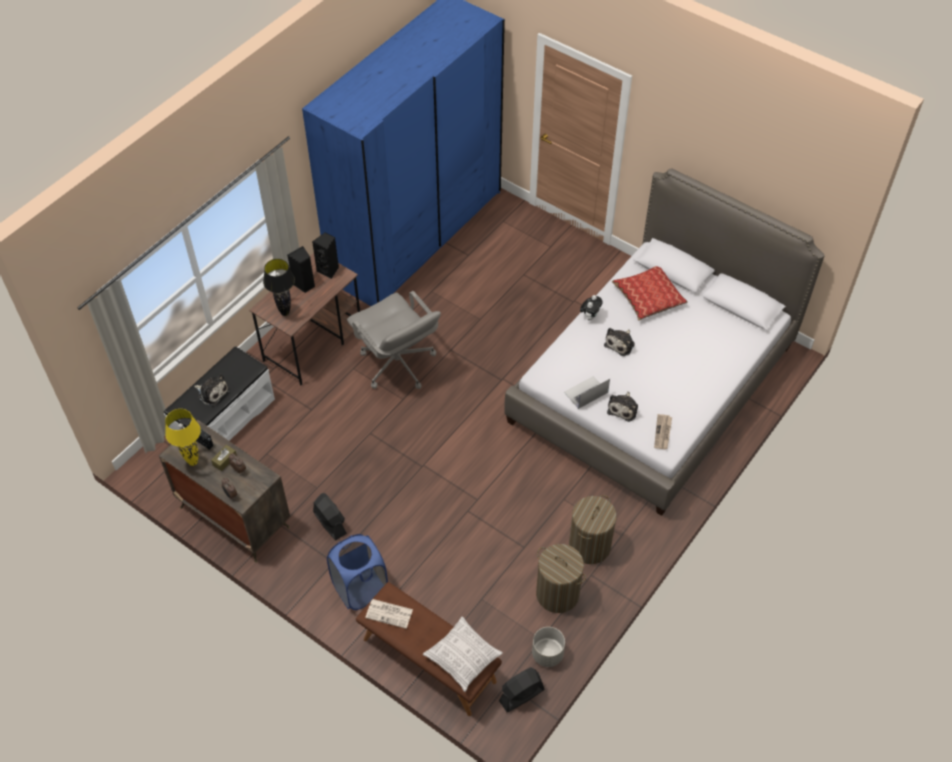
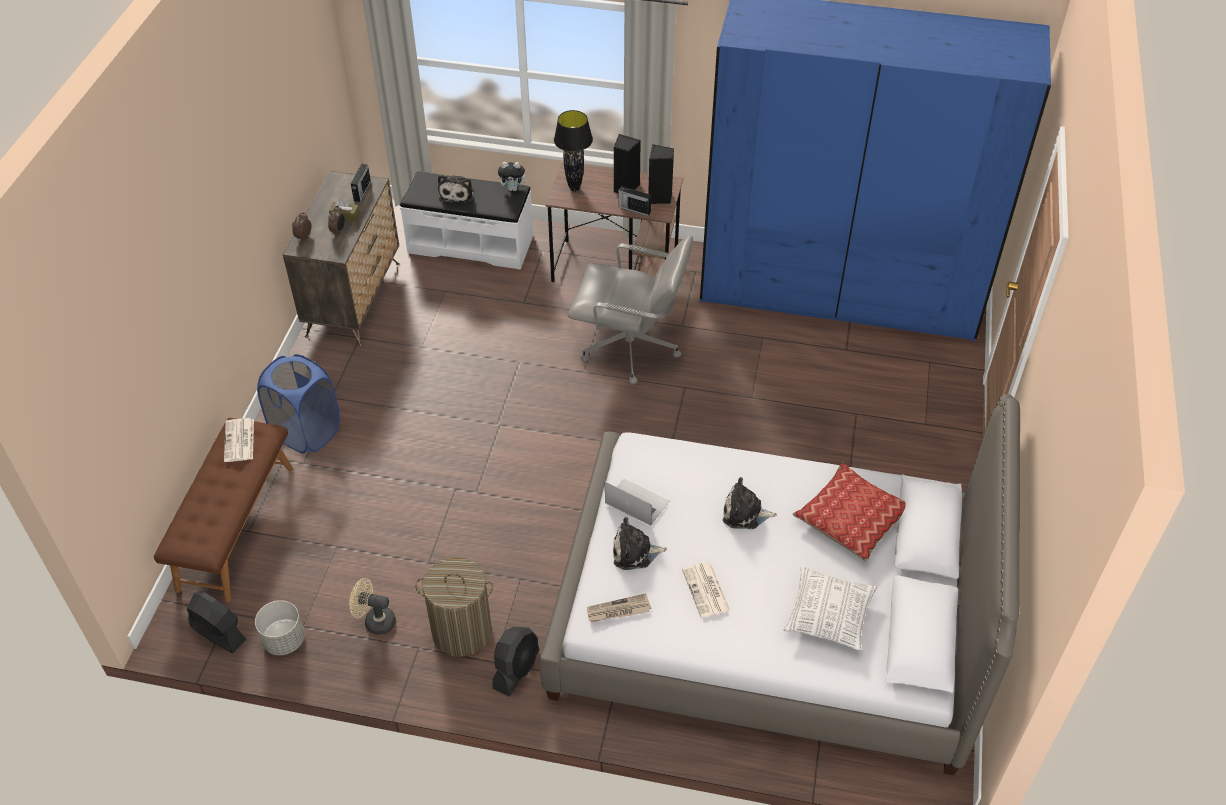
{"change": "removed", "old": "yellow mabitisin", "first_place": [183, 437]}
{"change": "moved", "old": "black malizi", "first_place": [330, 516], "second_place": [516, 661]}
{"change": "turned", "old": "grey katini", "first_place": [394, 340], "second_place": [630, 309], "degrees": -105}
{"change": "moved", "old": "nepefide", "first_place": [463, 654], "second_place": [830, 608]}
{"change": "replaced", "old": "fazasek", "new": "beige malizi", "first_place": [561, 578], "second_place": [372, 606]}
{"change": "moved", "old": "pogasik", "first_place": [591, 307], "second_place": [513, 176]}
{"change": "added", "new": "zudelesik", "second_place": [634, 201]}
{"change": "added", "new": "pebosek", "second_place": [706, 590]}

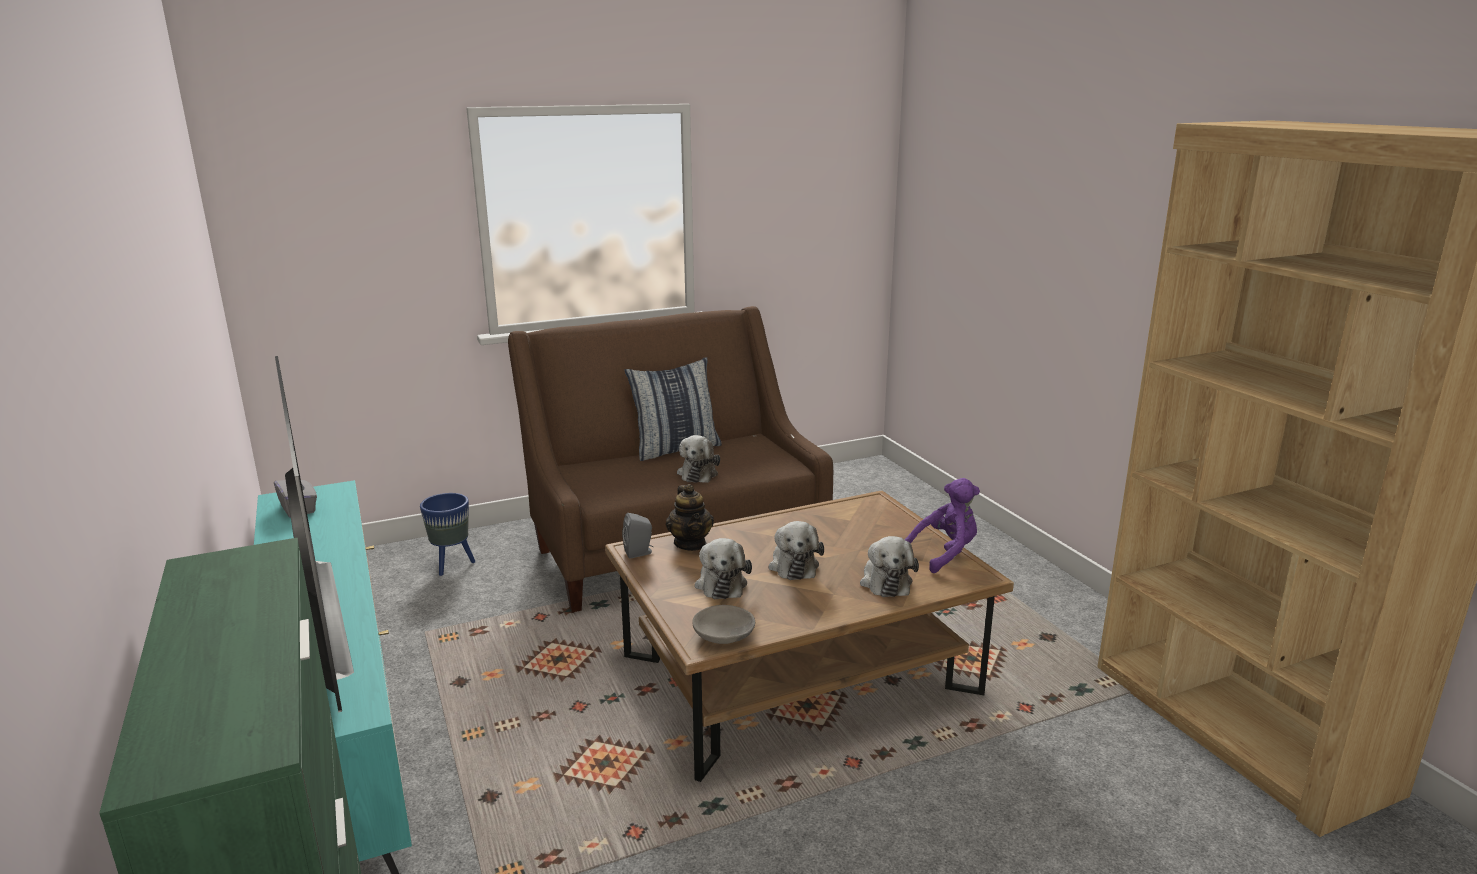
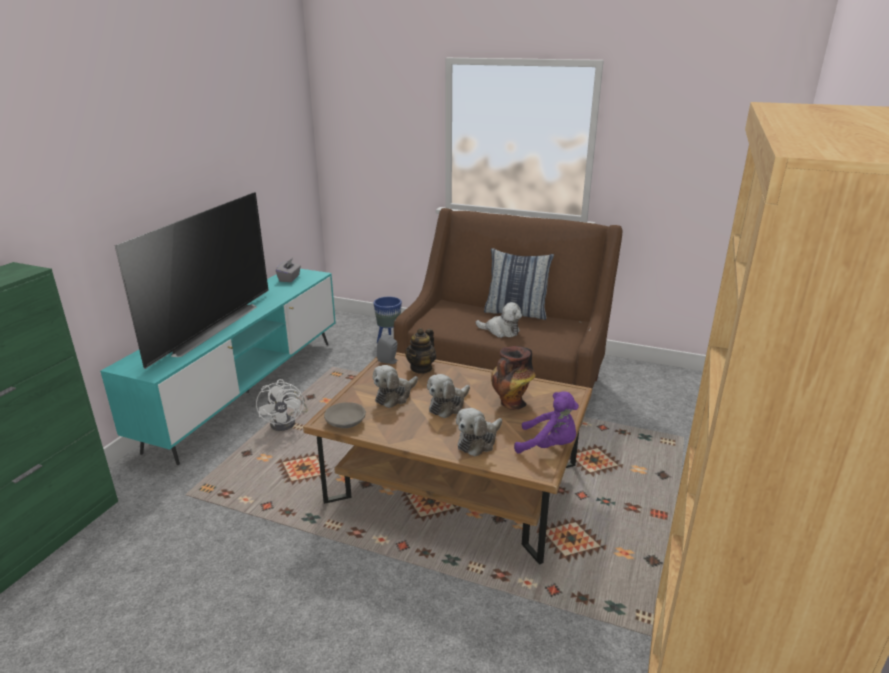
{"change": "turned", "old": "pogasik", "first_place": [698, 459], "second_place": [499, 320], "degrees": -120}
{"change": "added", "new": "white malizi", "second_place": [282, 405]}
{"change": "added", "new": "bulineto", "second_place": [513, 378]}

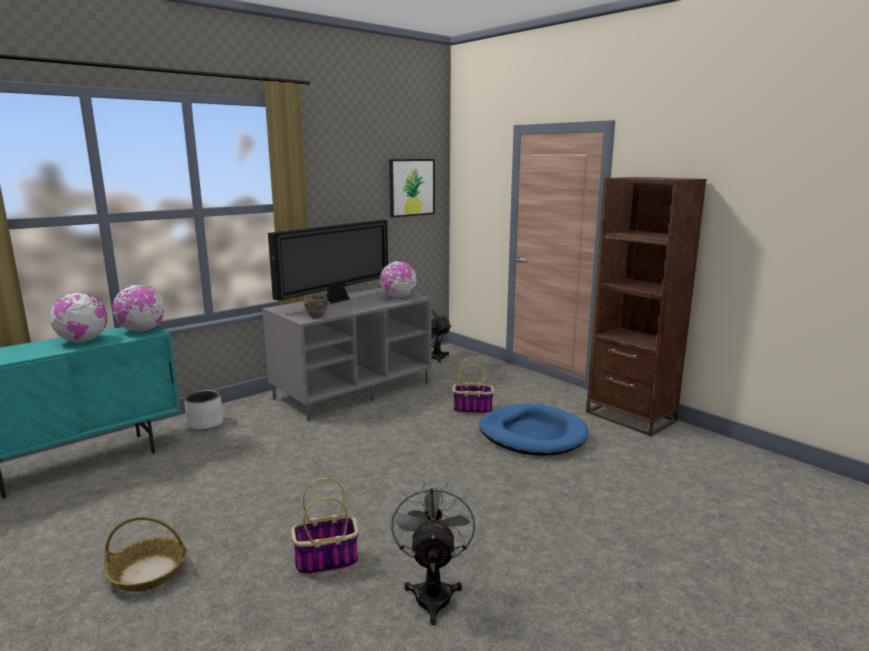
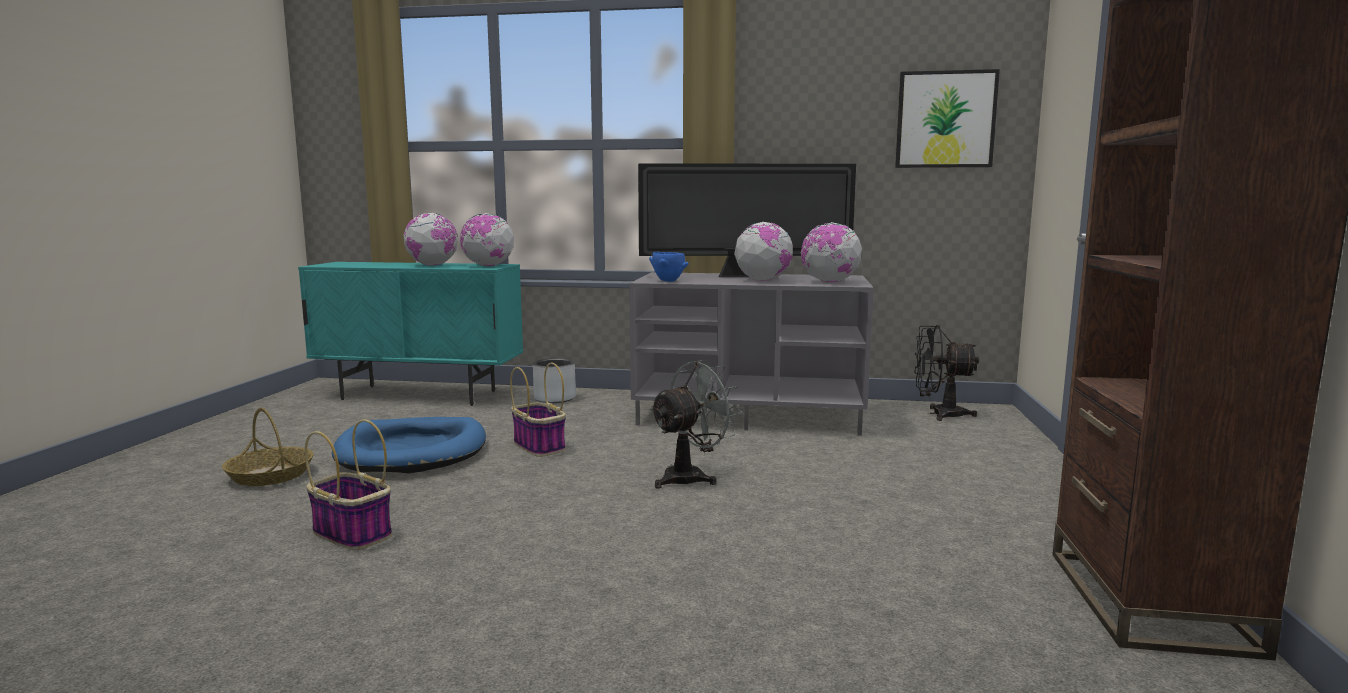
{"change": "recoloured", "old": "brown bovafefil", "new": "blue bovafefil", "first_place": [317, 306], "second_place": [669, 267]}
{"change": "moved", "old": "grey malizi", "first_place": [433, 553], "second_place": [696, 424]}
{"change": "moved", "old": "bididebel", "first_place": [473, 385], "second_place": [538, 410]}
{"change": "moved", "old": "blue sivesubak", "first_place": [533, 429], "second_place": [409, 445]}
{"change": "added", "new": "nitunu", "second_place": [763, 251]}

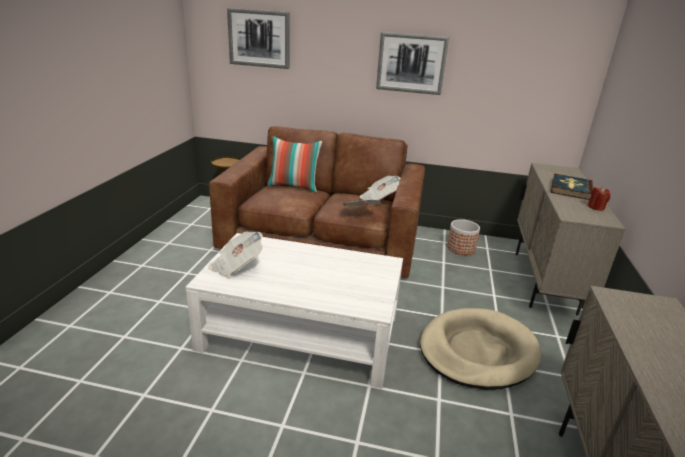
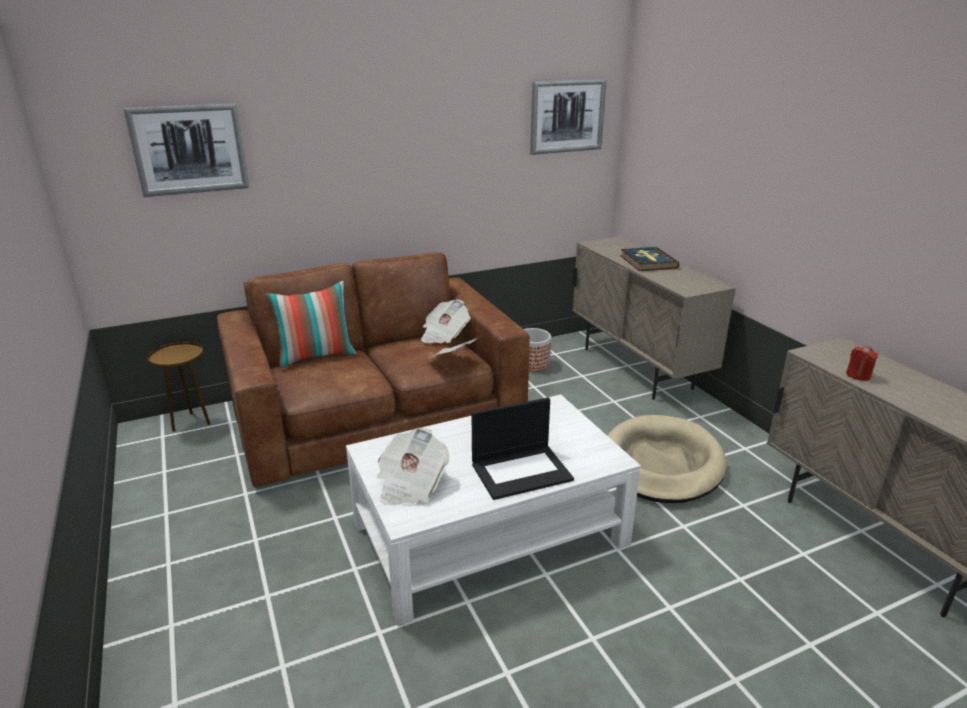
{"change": "moved", "old": "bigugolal", "first_place": [412, 63], "second_place": [568, 117]}
{"change": "moved", "old": "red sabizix", "first_place": [599, 199], "second_place": [862, 363]}
{"change": "added", "new": "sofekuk", "second_place": [523, 448]}

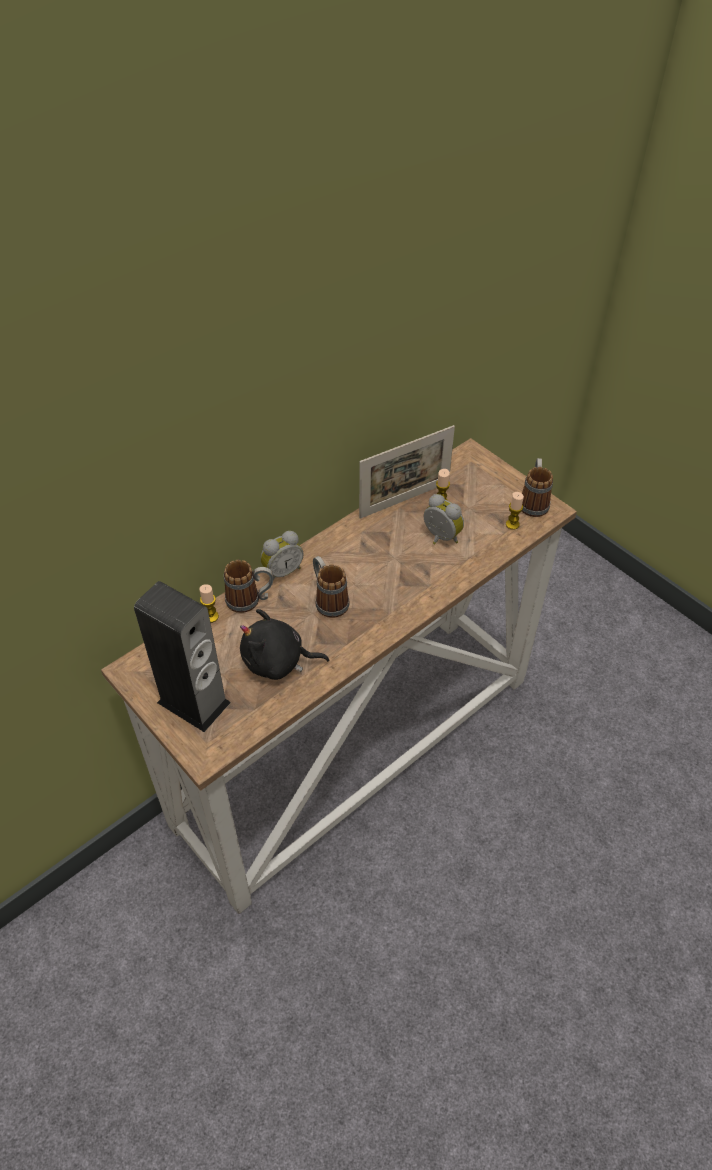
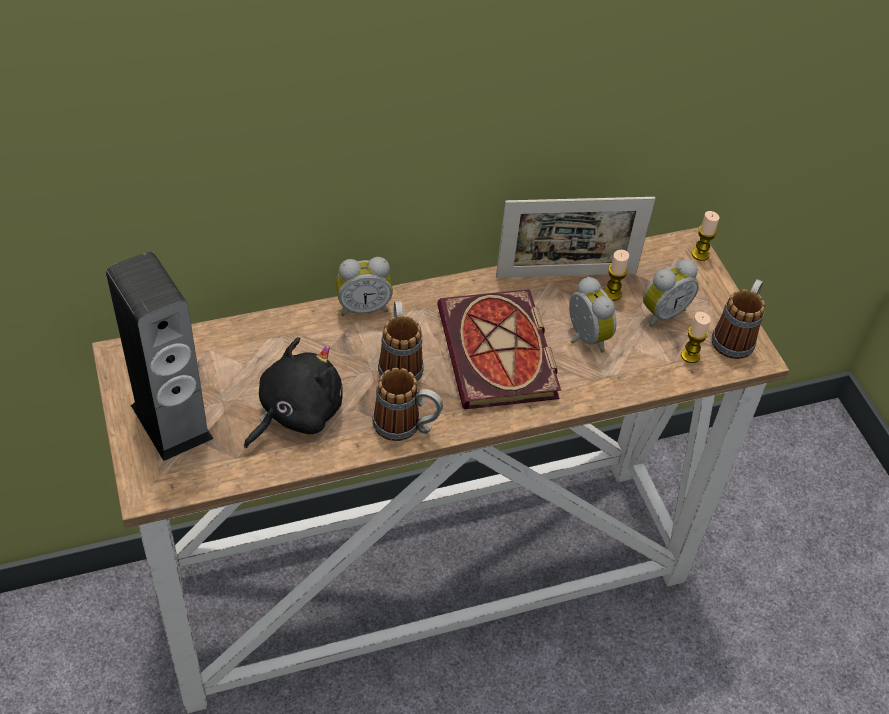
{"change": "moved", "old": "sabizix", "first_place": [209, 603], "second_place": [706, 236]}
{"change": "moved", "old": "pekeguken", "first_place": [248, 586], "second_place": [408, 404]}
{"change": "turned", "old": "black pogasik", "first_place": [284, 644], "second_place": [293, 393], "degrees": 105}
{"change": "added", "new": "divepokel", "second_place": [499, 349]}
{"change": "added", "new": "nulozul", "second_place": [671, 293]}

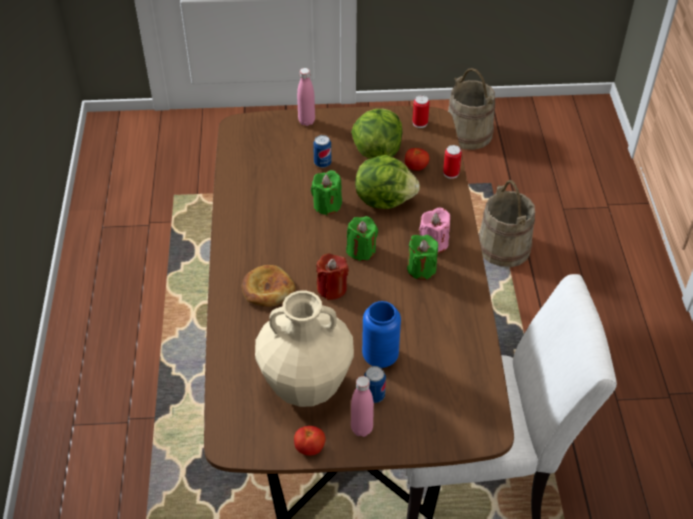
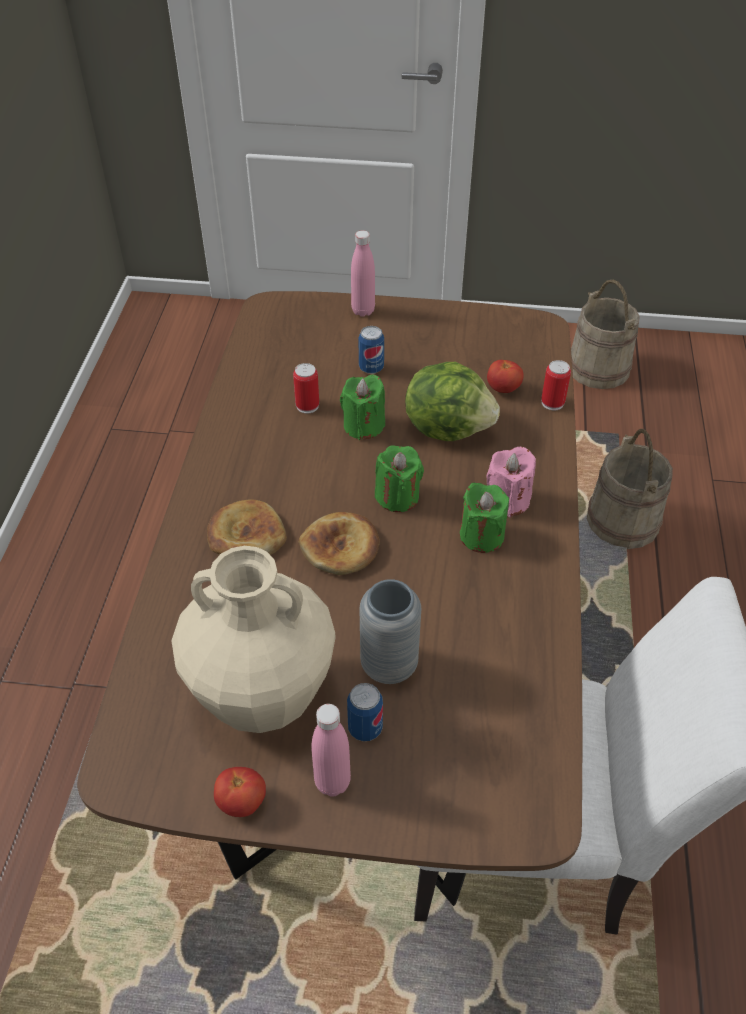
{"change": "replaced", "old": "red sabizix", "new": "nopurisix", "first_place": [332, 277], "second_place": [339, 543]}
{"change": "removed", "old": "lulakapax", "first_place": [377, 134]}
{"change": "recoloured", "old": "blue bulineto", "new": "grey bulineto", "first_place": [381, 334], "second_place": [390, 631]}
{"change": "moved", "old": "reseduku", "first_place": [421, 111], "second_place": [306, 388]}

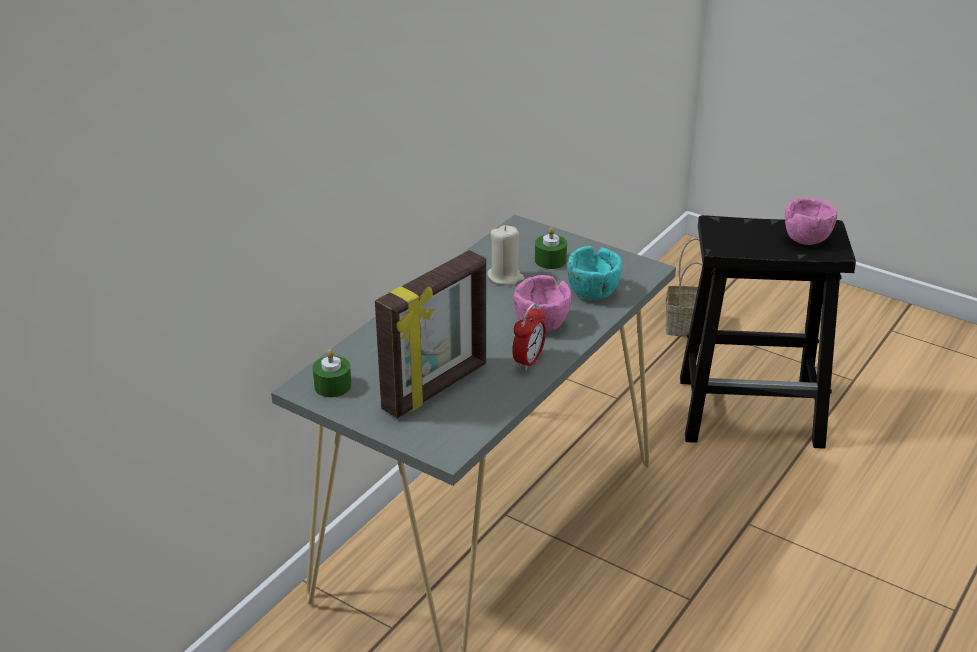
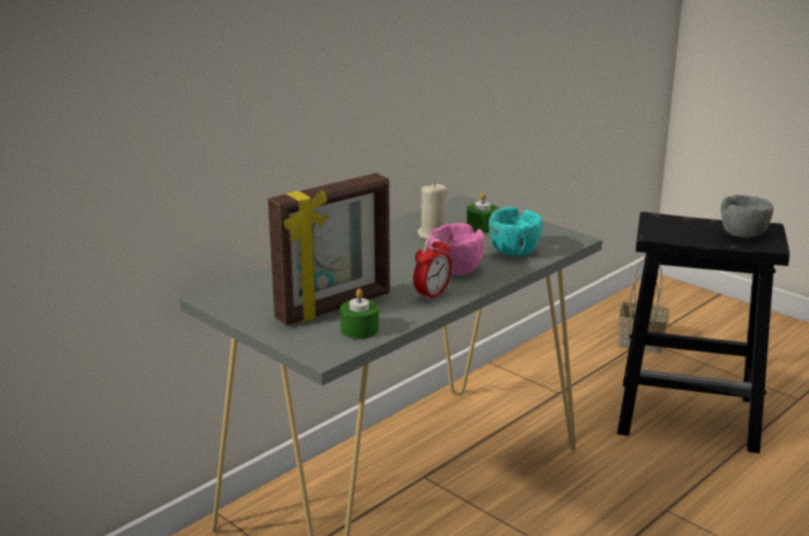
{"change": "moved", "old": "green sabizix", "first_place": [332, 374], "second_place": [359, 314]}
{"change": "recoloured", "old": "pink bovafefil", "new": "grey bovafefil", "first_place": [811, 221], "second_place": [747, 216]}

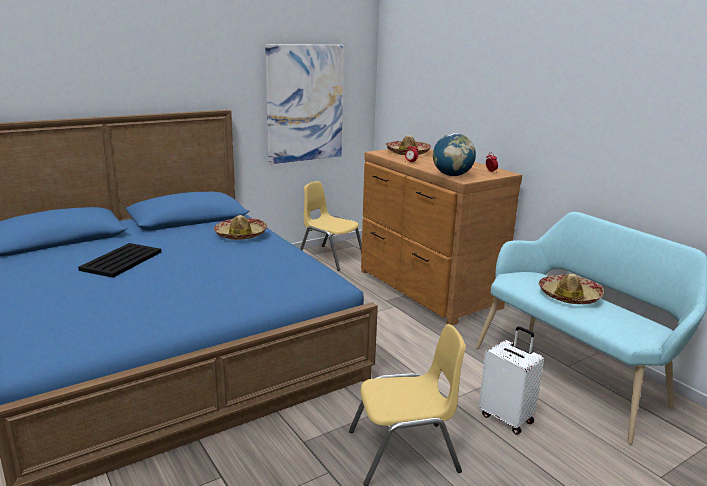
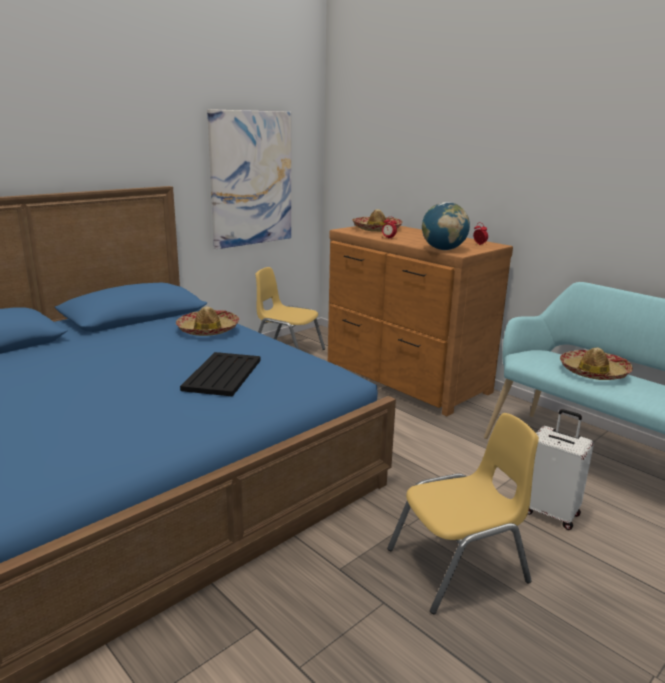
{"change": "moved", "old": "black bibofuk", "first_place": [119, 260], "second_place": [220, 374]}

